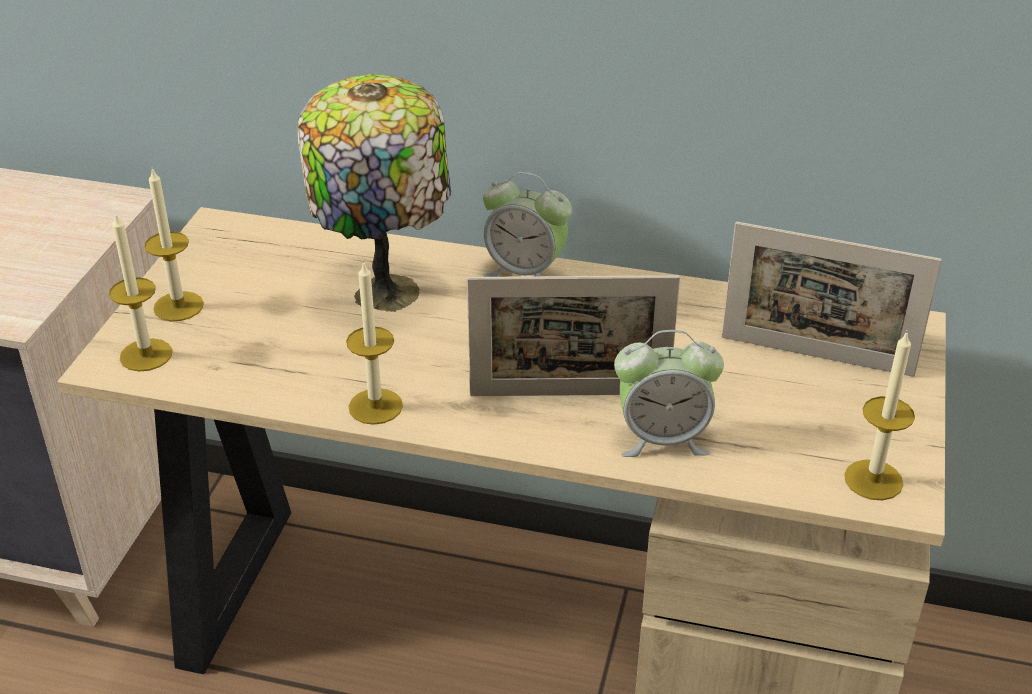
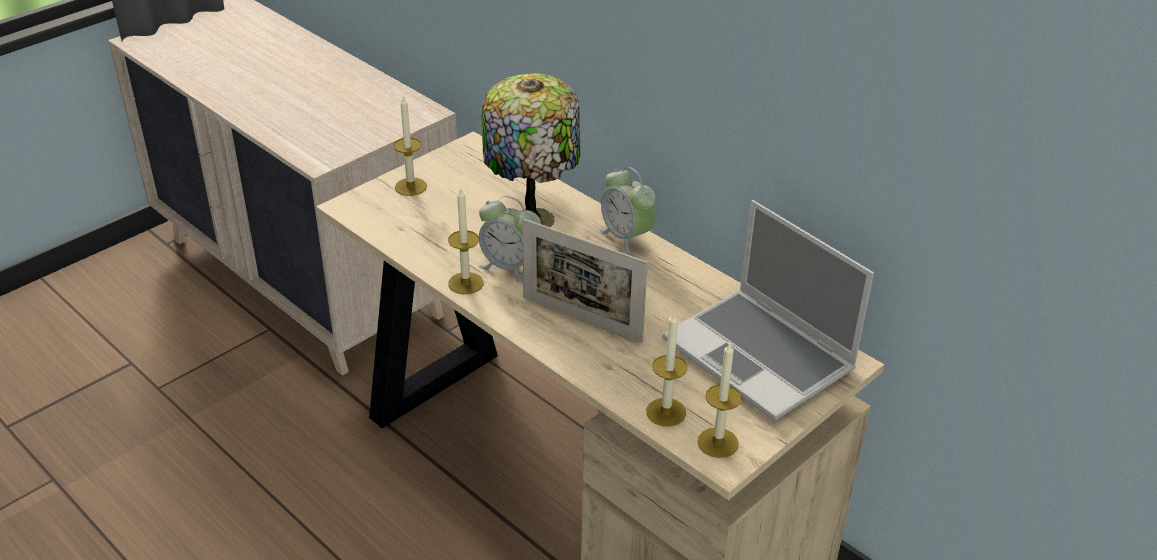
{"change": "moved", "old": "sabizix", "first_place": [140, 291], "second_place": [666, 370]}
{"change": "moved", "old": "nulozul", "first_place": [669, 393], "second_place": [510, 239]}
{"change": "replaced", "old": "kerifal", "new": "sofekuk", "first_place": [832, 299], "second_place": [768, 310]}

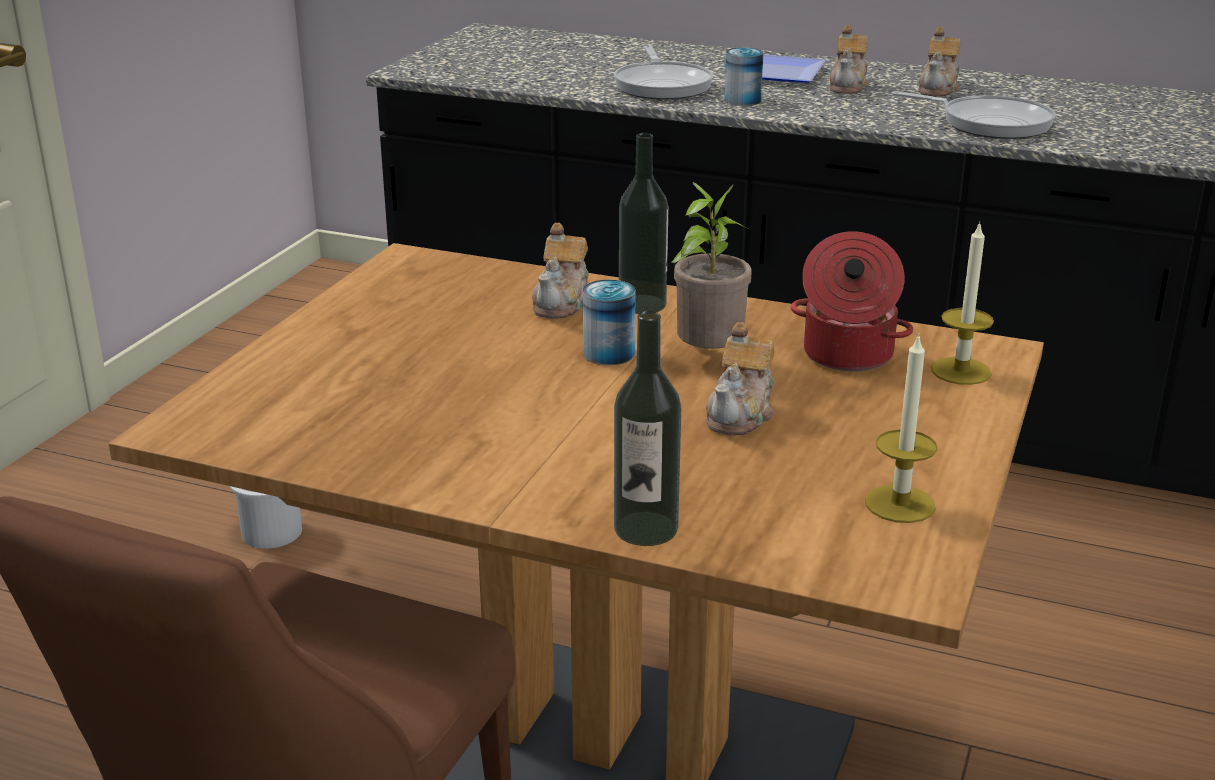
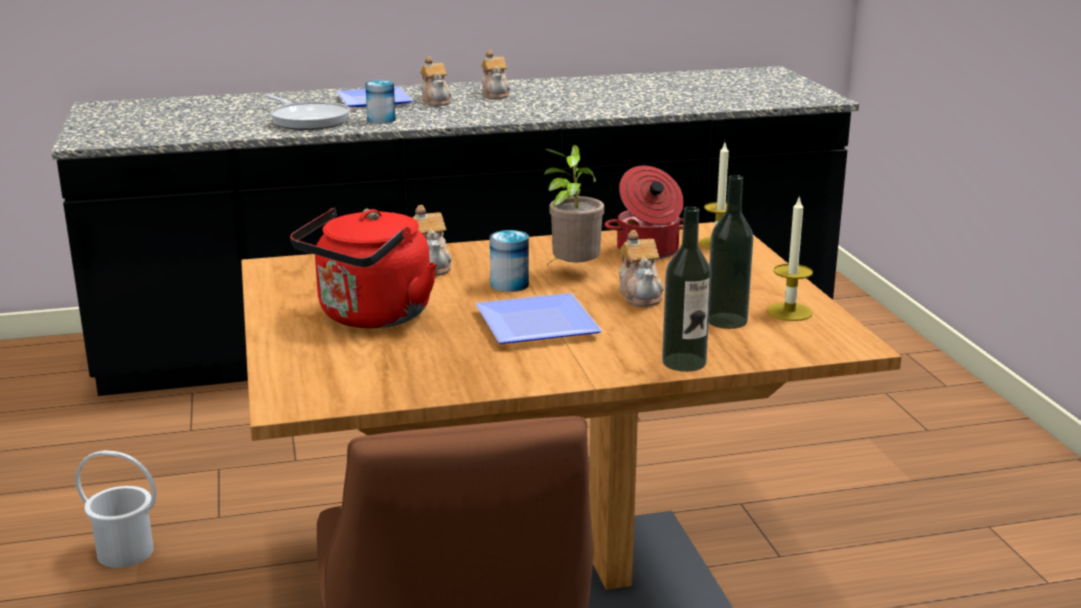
{"change": "moved", "old": "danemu", "first_place": [643, 223], "second_place": [731, 252]}
{"change": "removed", "old": "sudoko", "first_place": [973, 115]}
{"change": "added", "new": "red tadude", "second_place": [363, 268]}
{"change": "added", "new": "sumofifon", "second_place": [538, 318]}

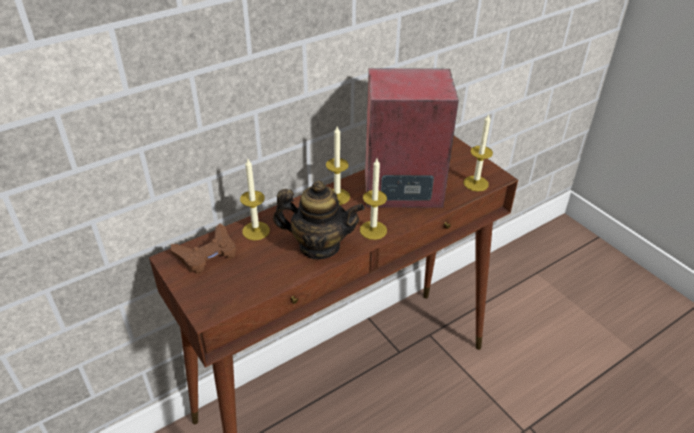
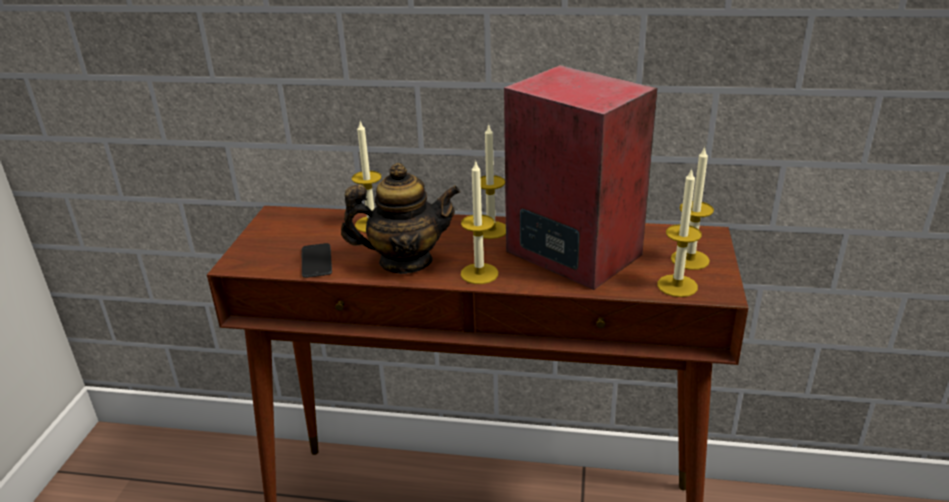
{"change": "removed", "old": "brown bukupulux", "first_place": [203, 248]}
{"change": "turned", "old": "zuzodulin", "first_place": [319, 219], "second_place": [400, 218], "degrees": -60}
{"change": "added", "new": "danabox", "second_place": [317, 260]}
{"change": "added", "new": "sabizix", "second_place": [692, 208]}

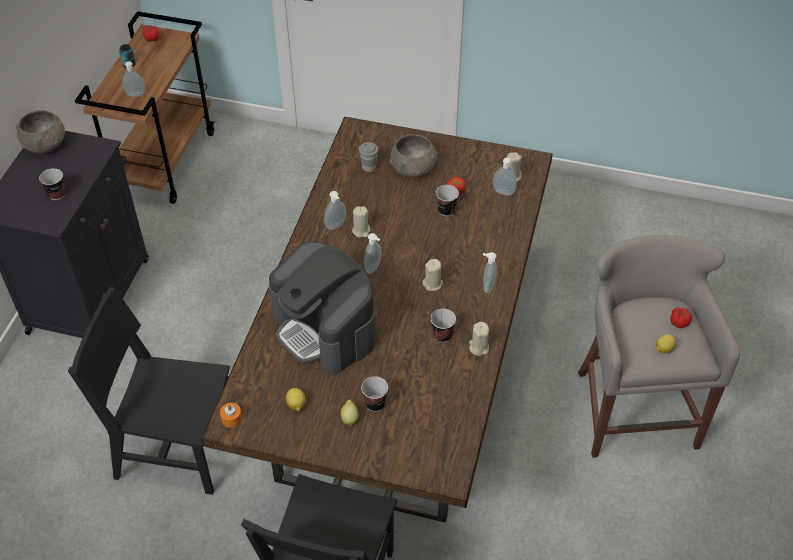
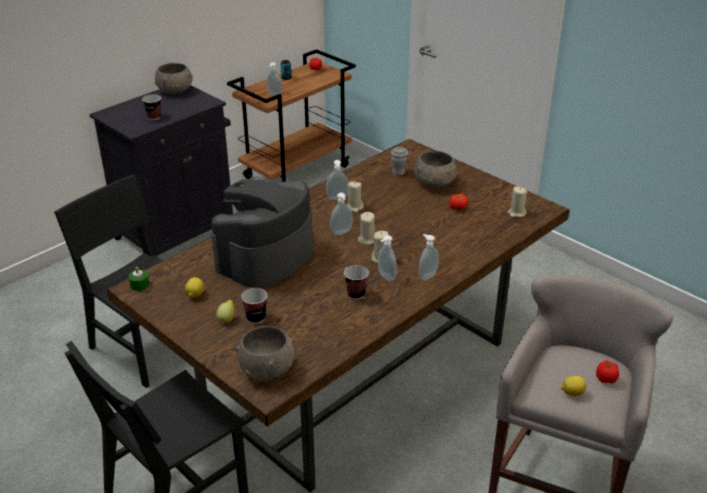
{"change": "recoloured", "old": "orange sabizix", "new": "green sabizix", "first_place": [231, 415], "second_place": [138, 279]}
{"change": "turned", "old": "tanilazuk", "first_place": [322, 308], "second_place": [262, 233], "degrees": 45}
{"change": "removed", "old": "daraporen", "first_place": [447, 200]}
{"change": "moved", "old": "beige sabizix", "first_place": [479, 339], "second_place": [366, 228]}
{"change": "moved", "old": "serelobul", "first_place": [505, 177], "second_place": [387, 258]}
{"change": "added", "new": "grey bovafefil", "second_place": [265, 353]}

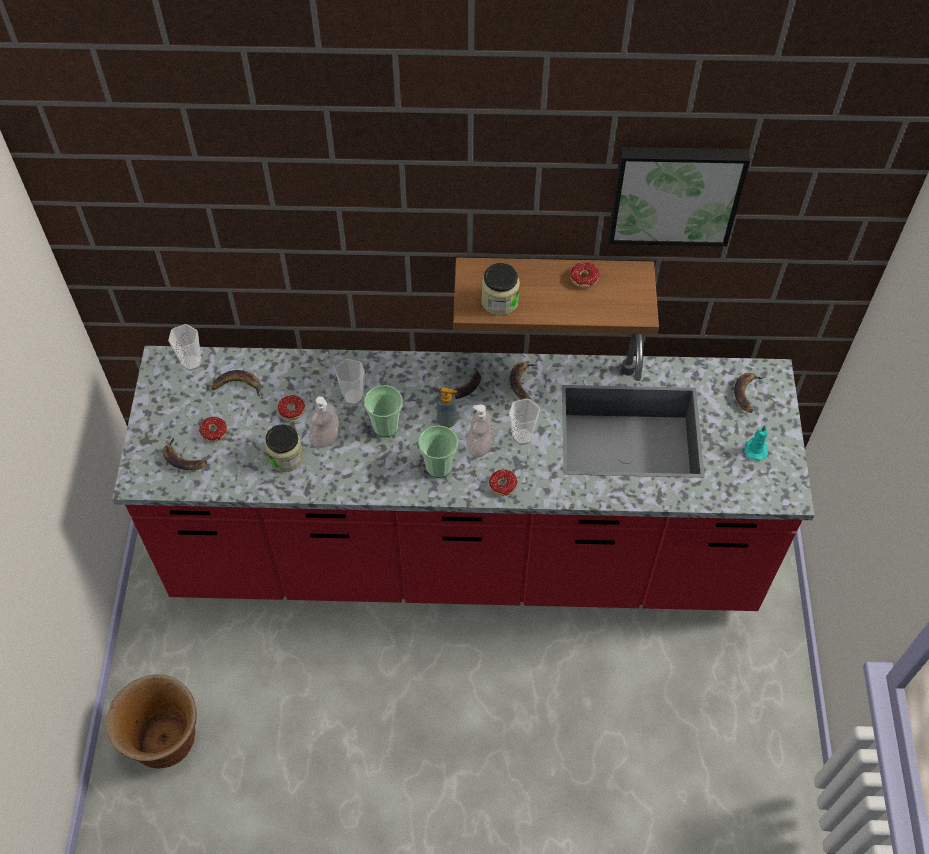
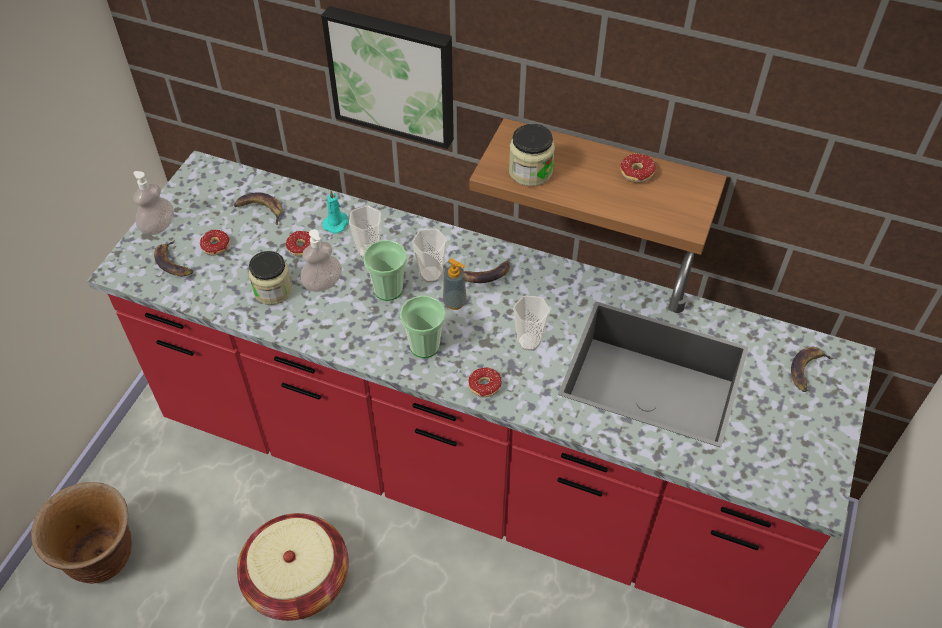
{"change": "moved", "old": "daraporen", "first_place": [184, 347], "second_place": [429, 256]}
{"change": "moved", "old": "serelobul", "first_place": [480, 431], "second_place": [153, 203]}
{"change": "removed", "old": "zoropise", "first_place": [523, 381]}
{"change": "moved", "old": "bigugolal", "first_place": [679, 196], "second_place": [387, 77]}
{"change": "moved", "old": "turquoise sabizix", "first_place": [756, 442], "second_place": [335, 212]}
{"change": "added", "new": "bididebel", "second_place": [293, 567]}

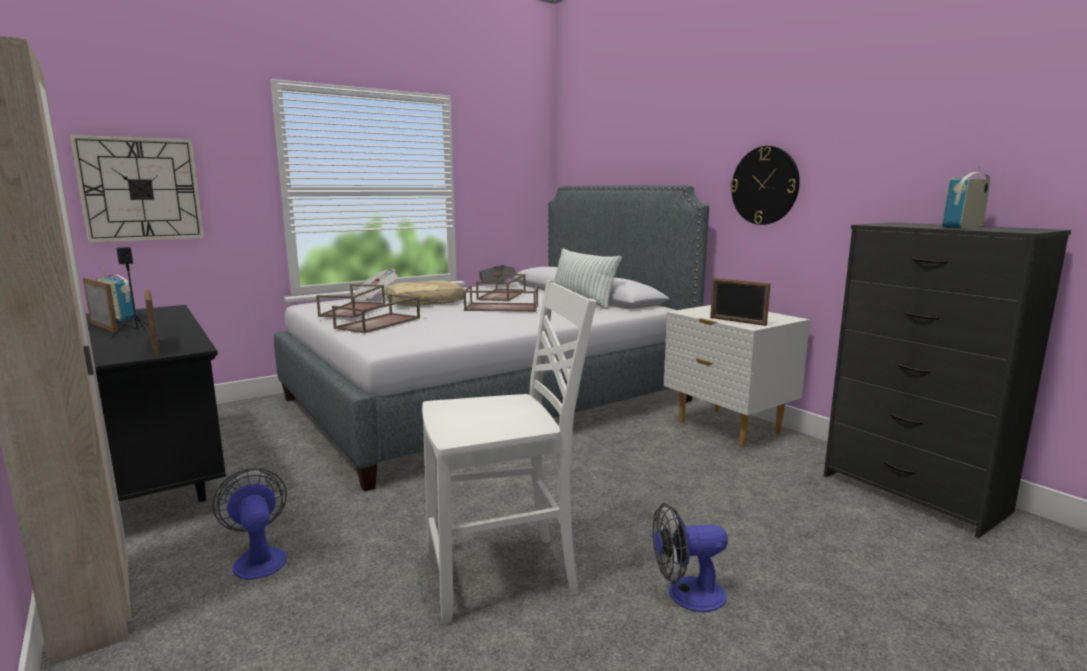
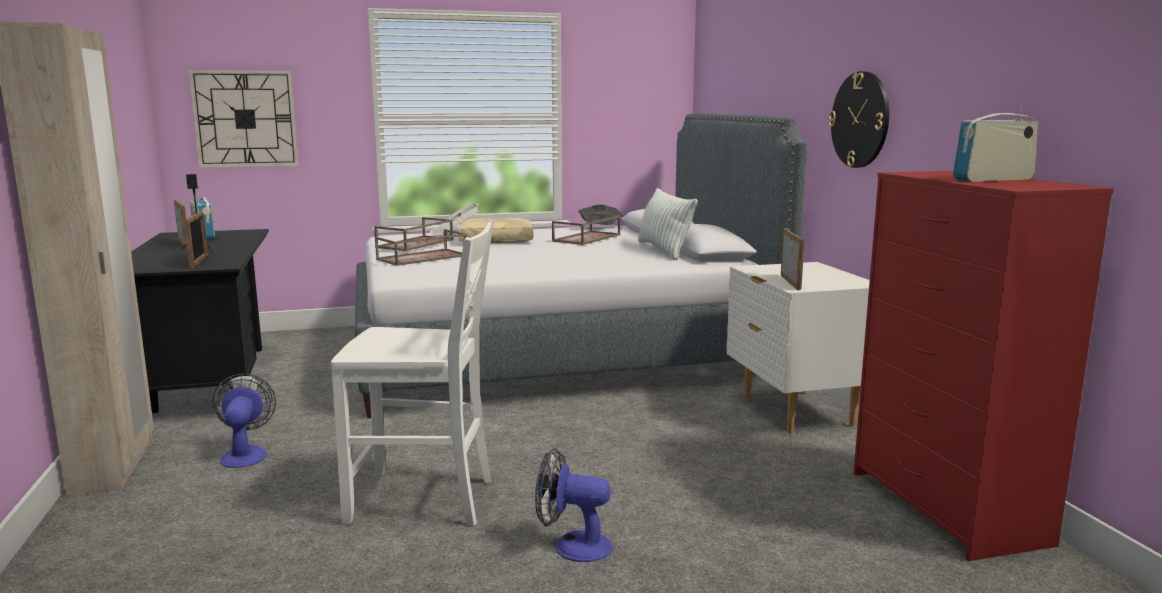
{"change": "removed", "old": "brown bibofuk", "first_place": [500, 298]}
{"change": "turned", "old": "kerifal", "first_place": [740, 302], "second_place": [793, 259], "degrees": -150}
{"change": "recoloured", "old": "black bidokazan", "new": "red bidokazan", "first_place": [947, 380], "second_place": [983, 366]}

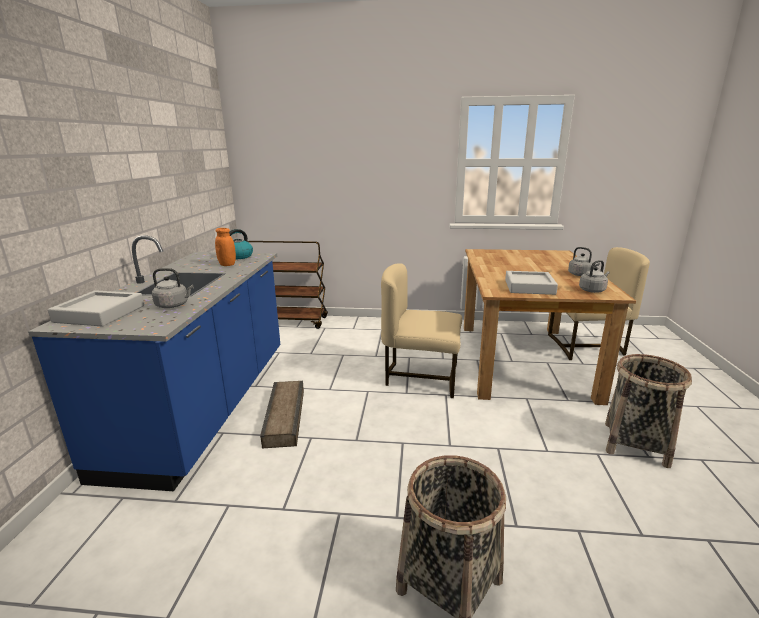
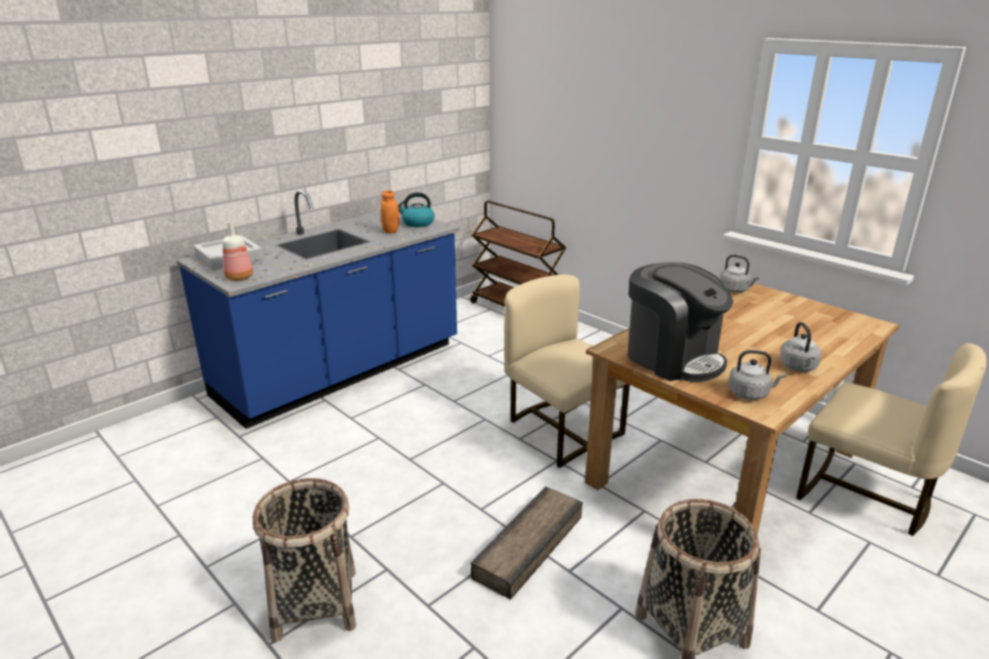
{"change": "moved", "old": "grey tadude", "first_place": [173, 288], "second_place": [740, 274]}
{"change": "moved", "old": "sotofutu", "first_place": [282, 415], "second_place": [526, 543]}
{"change": "replaced", "old": "grey bibofuk", "new": "tanilazuk", "first_place": [531, 283], "second_place": [680, 322]}
{"change": "added", "new": "danemu", "second_place": [238, 251]}

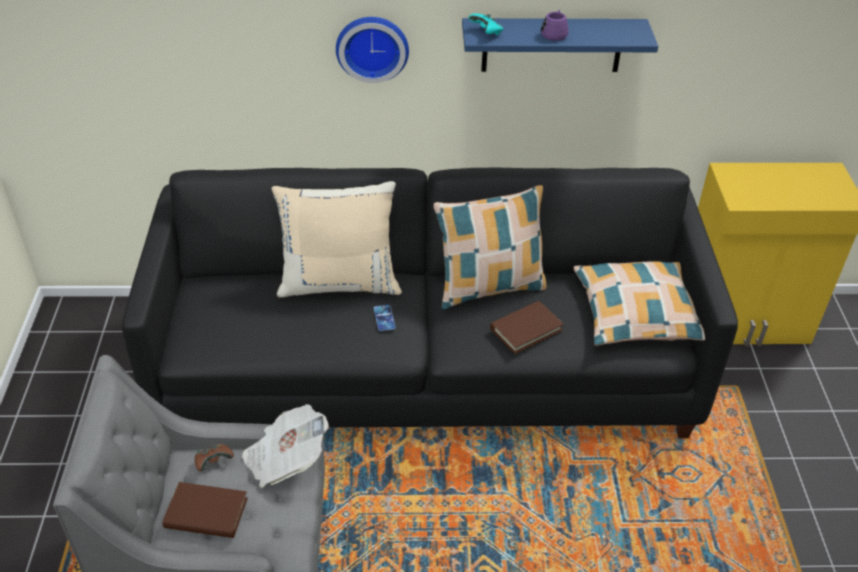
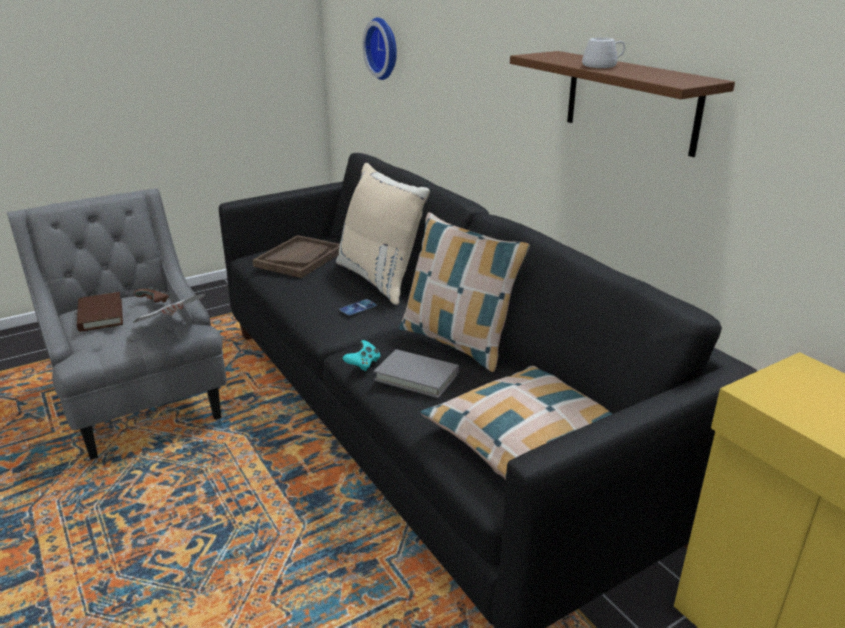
{"change": "moved", "old": "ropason", "first_place": [372, 50], "second_place": [380, 48]}
{"change": "recoloured", "old": "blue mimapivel", "new": "brown mimapivel", "first_place": [560, 45], "second_place": [622, 104]}
{"change": "moved", "old": "turquoise bukupulux", "first_place": [485, 24], "second_place": [361, 355]}
{"change": "recoloured", "old": "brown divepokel", "new": "grey divepokel", "first_place": [527, 327], "second_place": [416, 373]}
{"change": "recoloured", "old": "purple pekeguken", "new": "white pekeguken", "first_place": [554, 25], "second_place": [603, 52]}
{"change": "added", "new": "brown bibofuk", "second_place": [296, 256]}

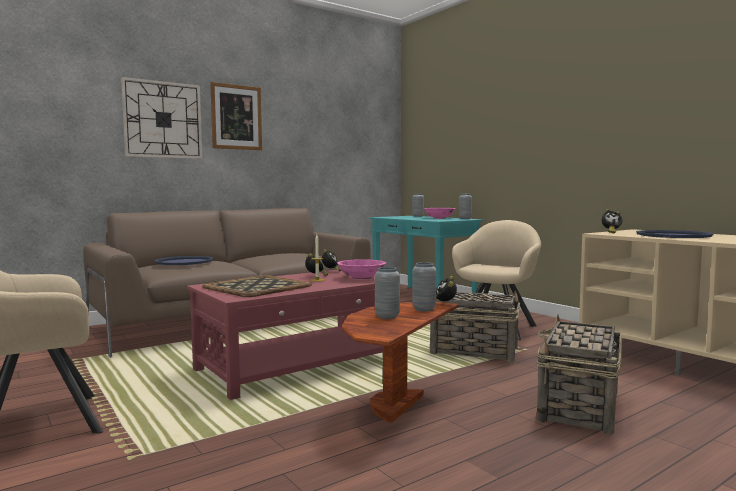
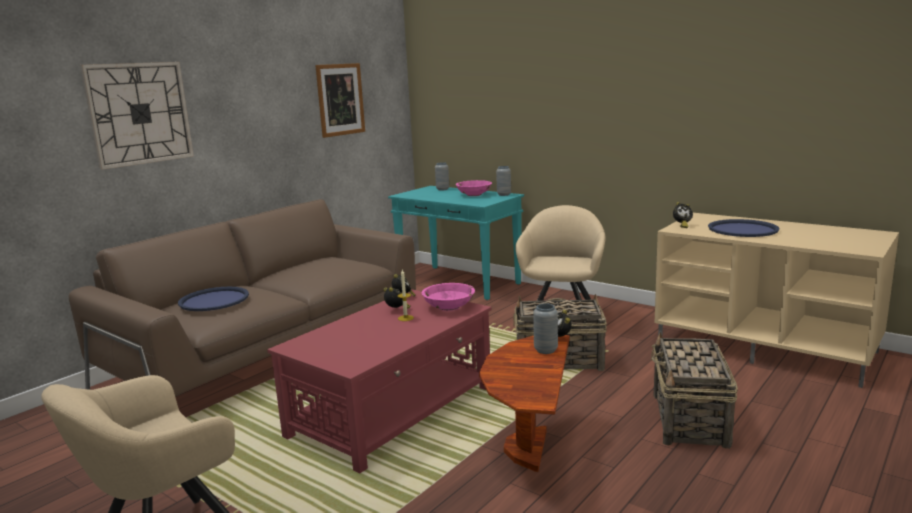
{"change": "removed", "old": "bibofuk", "first_place": [257, 286]}
{"change": "moved", "old": "bigugolal", "first_place": [236, 116], "second_place": [340, 100]}
{"change": "removed", "old": "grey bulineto", "first_place": [387, 293]}

